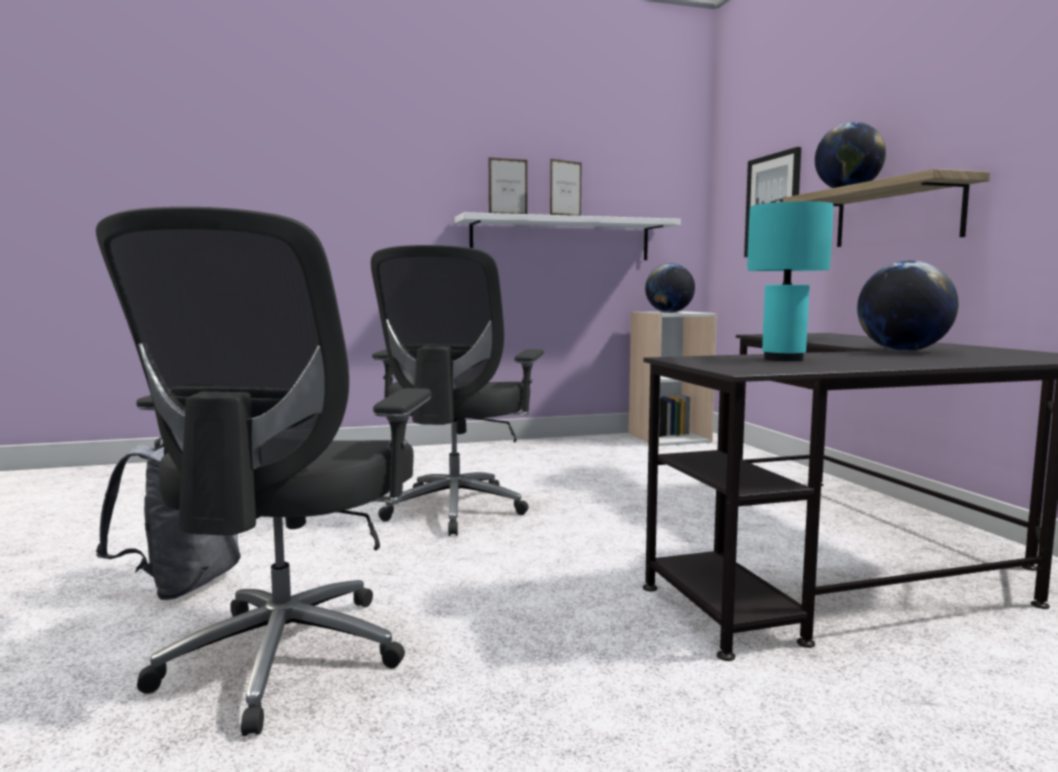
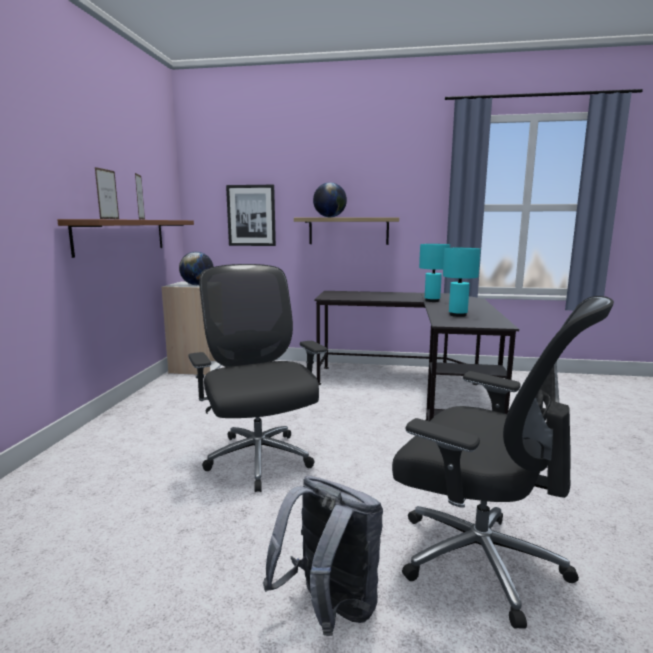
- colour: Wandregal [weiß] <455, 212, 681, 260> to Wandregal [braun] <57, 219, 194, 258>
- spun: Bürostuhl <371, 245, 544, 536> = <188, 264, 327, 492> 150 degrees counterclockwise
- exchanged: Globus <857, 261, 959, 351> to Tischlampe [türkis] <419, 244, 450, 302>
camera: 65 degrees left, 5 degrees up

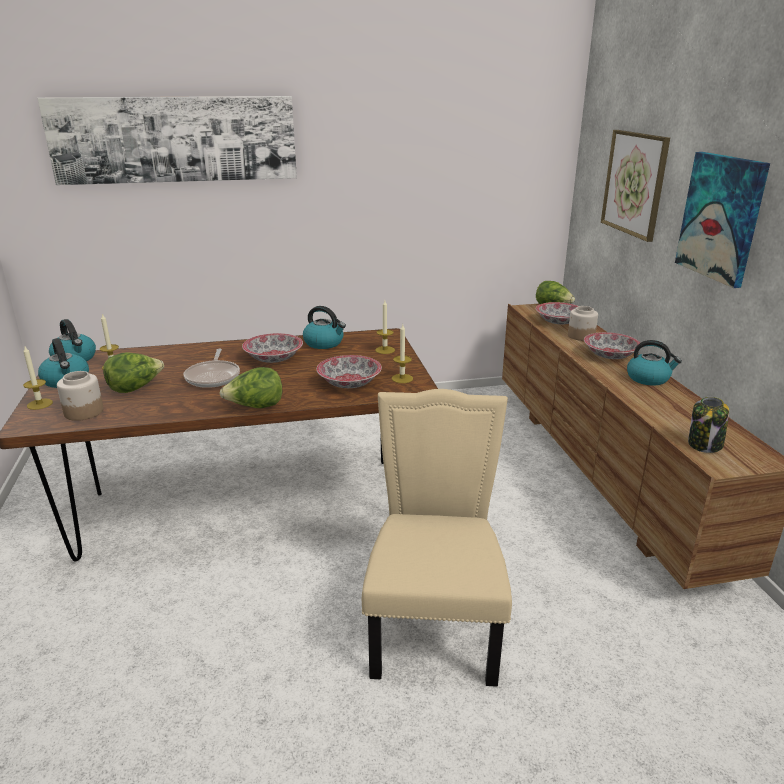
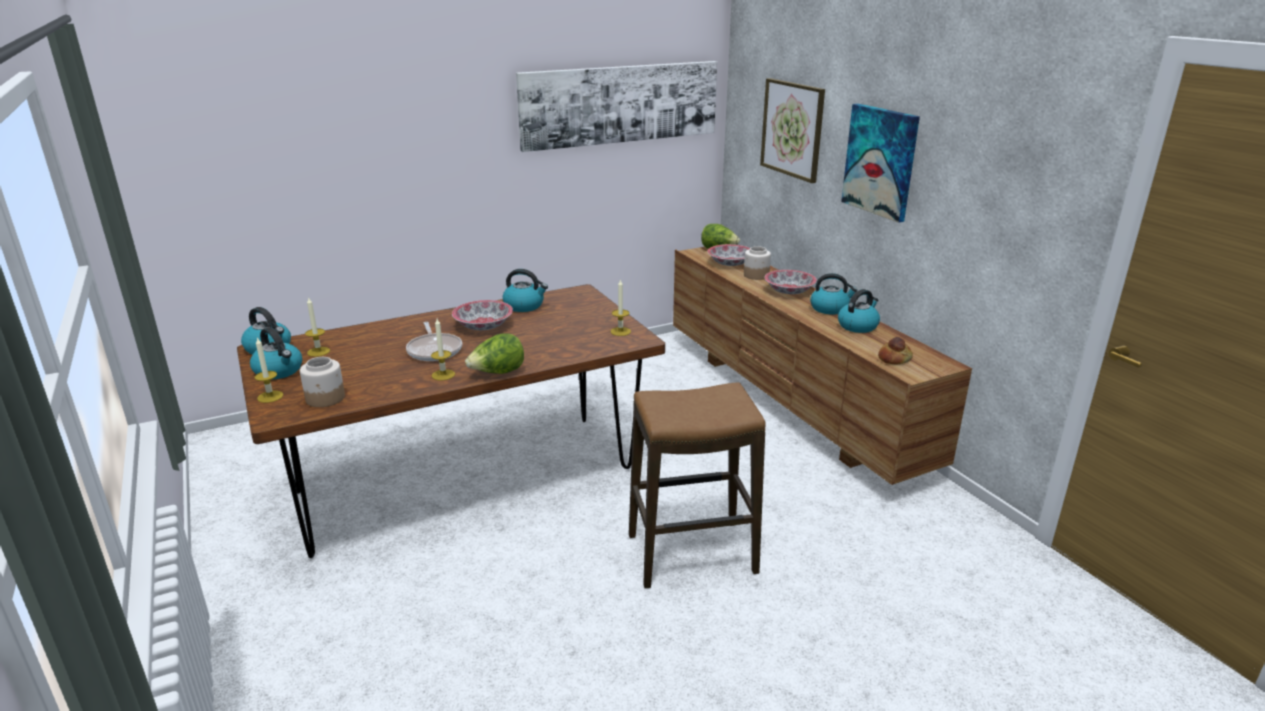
- relocated: Bild <37, 96, 297, 185> to <516, 61, 717, 152>
- relocated: Kerze <375, 300, 395, 354> to <431, 319, 455, 380>
- missing: Salatkopf <103, 352, 164, 393>
- missing: Schüssel <317, 355, 382, 388>
- exchanged: Stuhl [beige] <362, 389, 512, 687> to Hocker <629, 382, 766, 589>
- exchanged: Vorratsglas <688, 397, 729, 453> to Brot <878, 337, 913, 364>
- appeared: Wasserkessel <838, 289, 880, 333>
camera: 15 degrees left, 0 degrees up

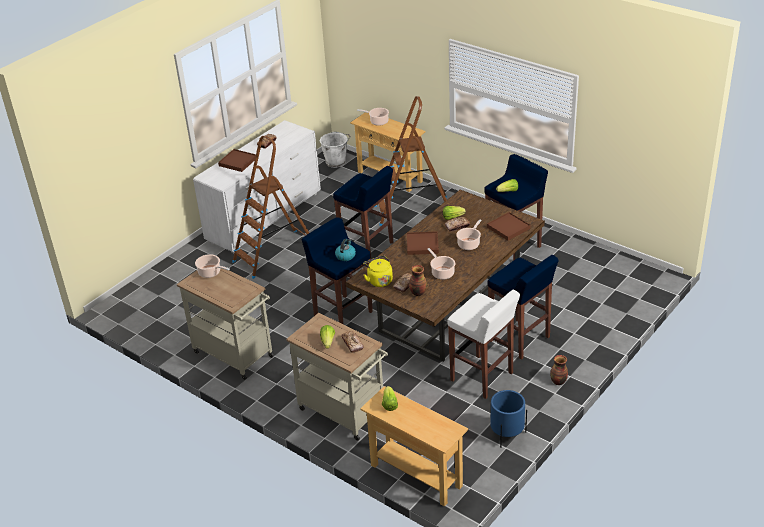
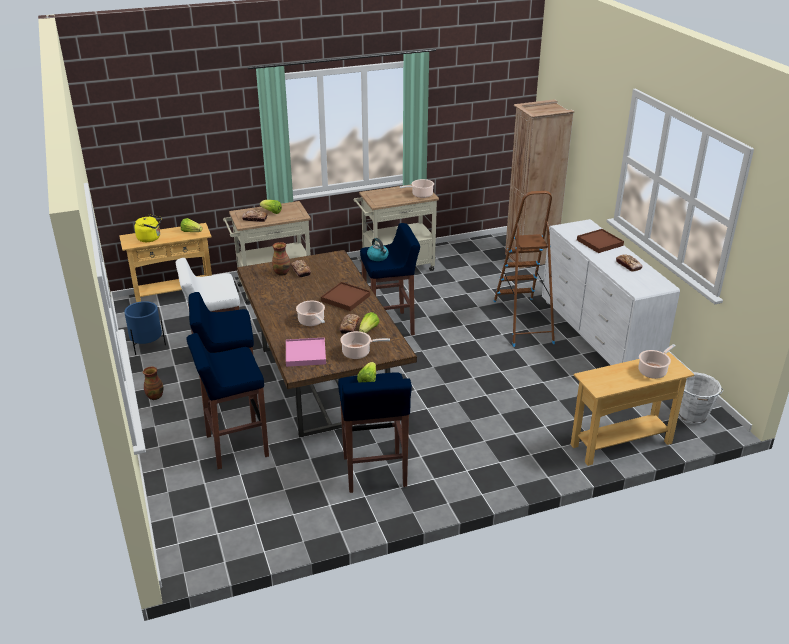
- missing: Trittleiter [braun] <375, 96, 447, 226>
- relocated: Hocker [blau] <333, 166, 393, 260> to <186, 333, 269, 469>
- colour: Tablett [braun] <487, 212, 530, 241> to Tablett [rosa] <286, 337, 326, 367>
- relocated: Kochtopf <427, 248, 456, 280> to <340, 331, 390, 359>
- relocated: Wasserkessel [gelb] <363, 255, 393, 287> to <134, 214, 162, 242>
- appeared: Schrank [braun] <505, 99, 575, 269>
camera: 120 degrees right, 5 degrees down

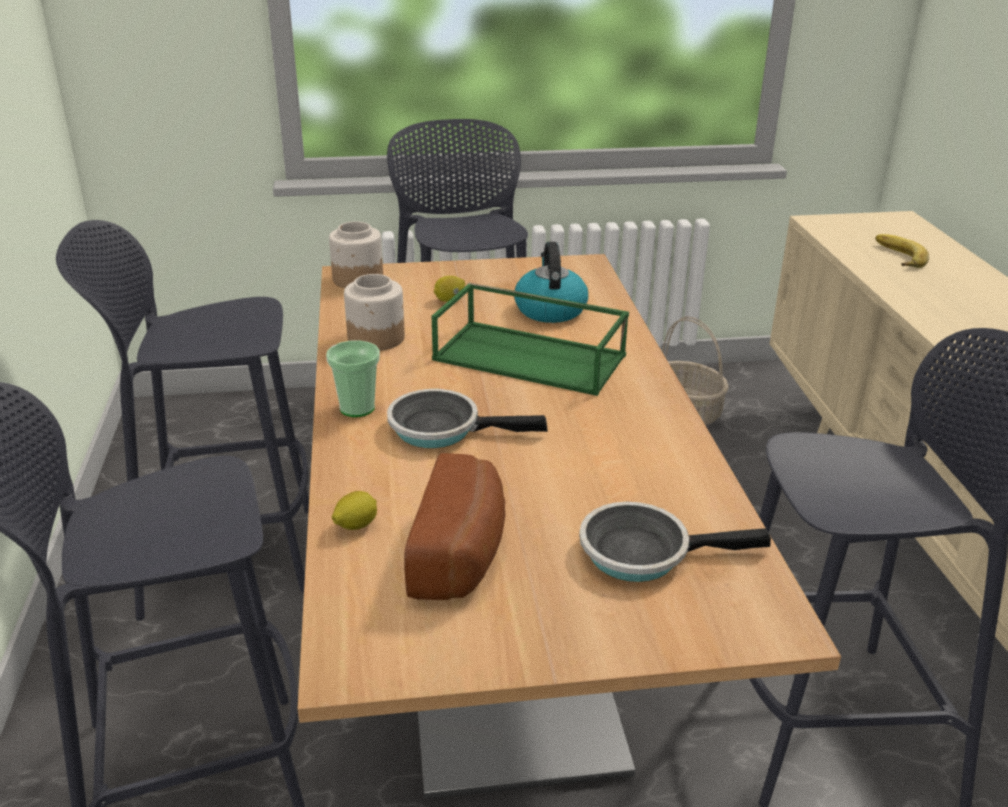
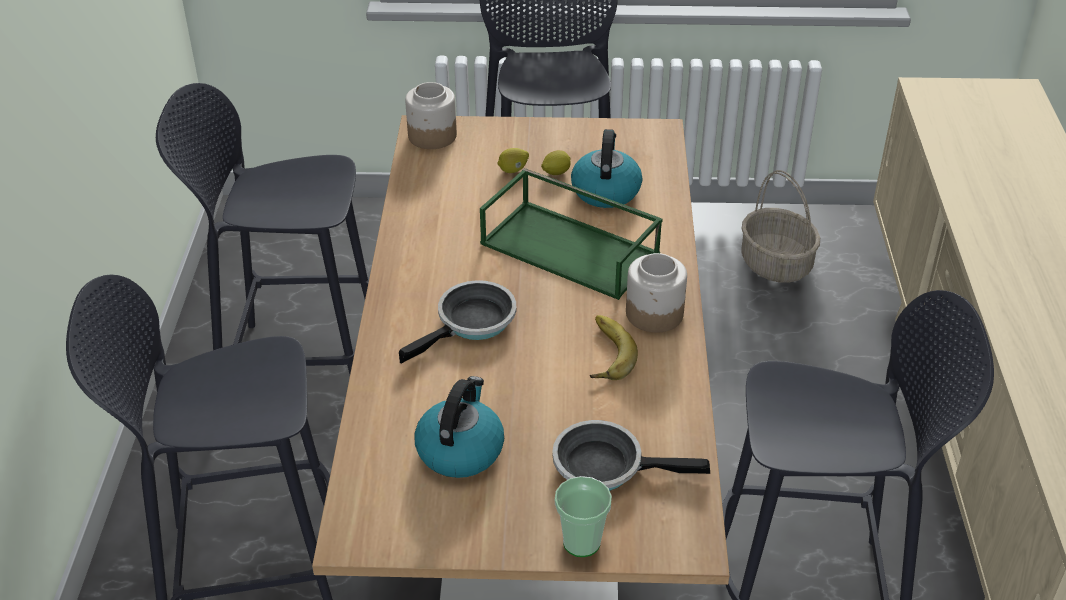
- relocated: Banane <875, 234, 929, 268> to <590, 315, 638, 380>
- relocated: Vorratsglas <344, 274, 405, 351> to <626, 253, 687, 333>
- relocated: Tasse <326, 340, 380, 417> to <555, 476, 612, 557>
- spun: Pfanne <387, 389, 548, 448> = <399, 280, 517, 364> 120 degrees clockwise
- exchanged: Brot <404, 453, 505, 600> to Wasserkessel <415, 376, 504, 478>
- relocated: Zitrone <332, 491, 377, 530> to <541, 150, 571, 175>
camera: 10 degrees right, 10 degrees up

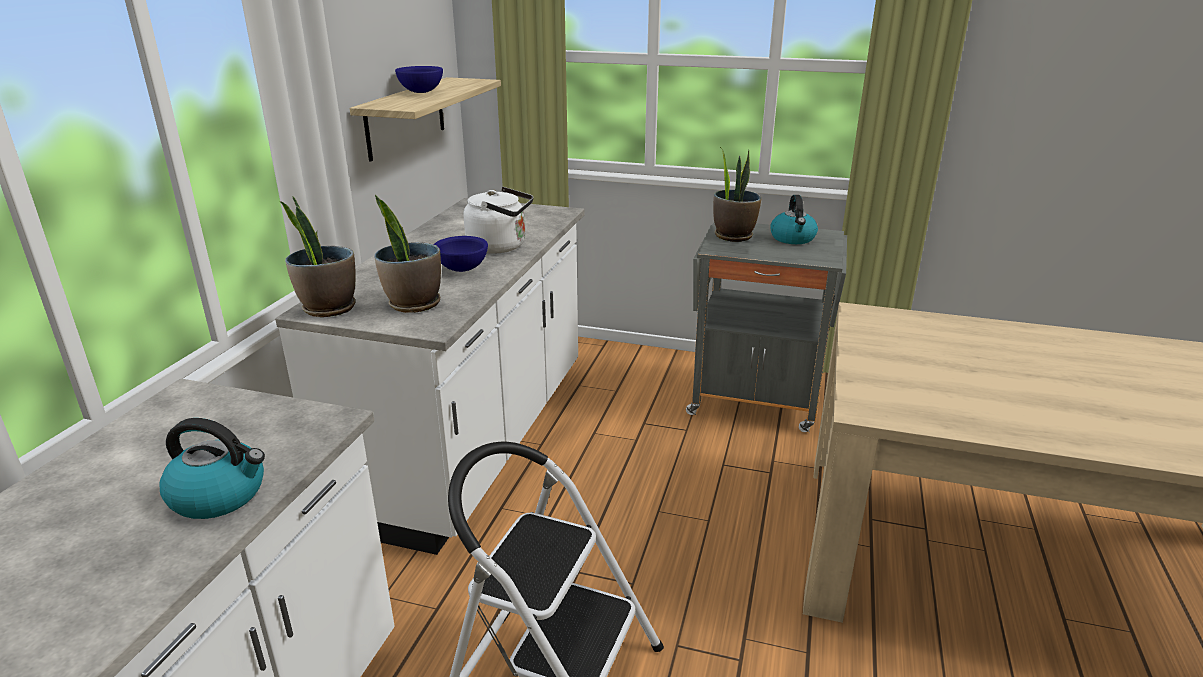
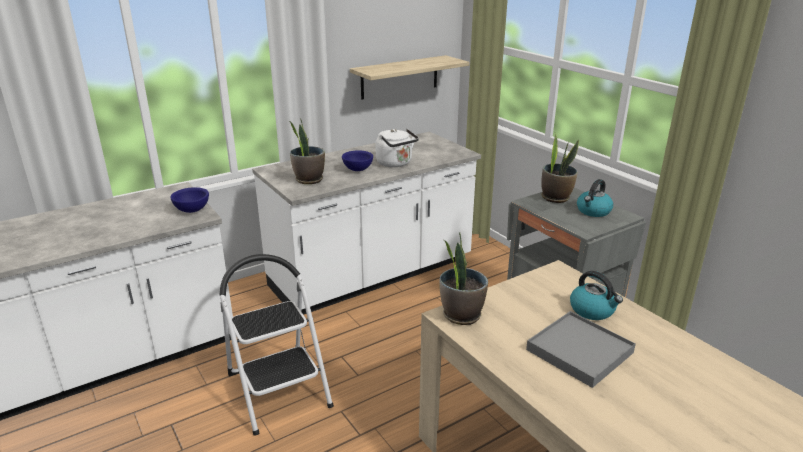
- relocated: Schüssel [blau] <395, 66, 443, 93> to <170, 187, 209, 213>
- relocated: Topfpflanze <280, 196, 356, 317> to <439, 232, 488, 325>
- relocated: Wasserkessel <160, 418, 265, 519> to <570, 271, 623, 320>
- appeared: Tablett [grau] <526, 311, 636, 388>
camera: 40 degrees right, 0 degrees up

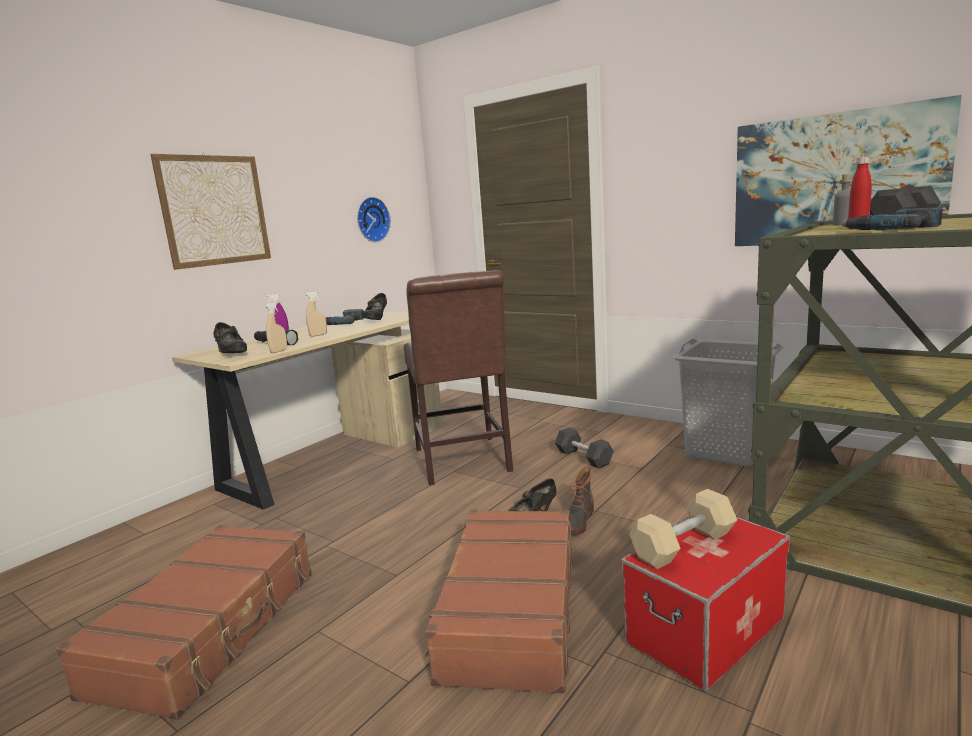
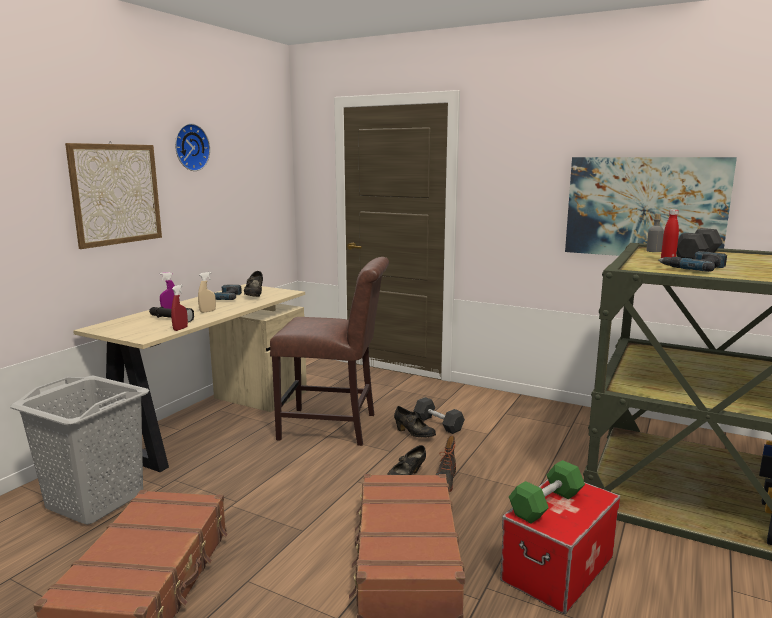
- relocated: Wanduhr <357, 197, 391, 242> to <175, 123, 210, 171>
- spun: Stuhl [braun] <404, 270, 513, 485> = <270, 257, 389, 446> 60 degrees counterclockwise
- colour: Sprühflasche [beige] <265, 302, 287, 353> to Sprühflasche [rot] <171, 285, 188, 331>
- relocated: Schuh [schwarz] <213, 322, 247, 353> to <394, 406, 436, 437>
- relocated: Wäschekorb [grau] <672, 338, 783, 467> to <10, 375, 149, 525>
- colour: Hantel [beige] <629, 489, 737, 569> to Hantel [grün] <509, 460, 585, 523>
camera: 10 degrees left, 0 degrees up

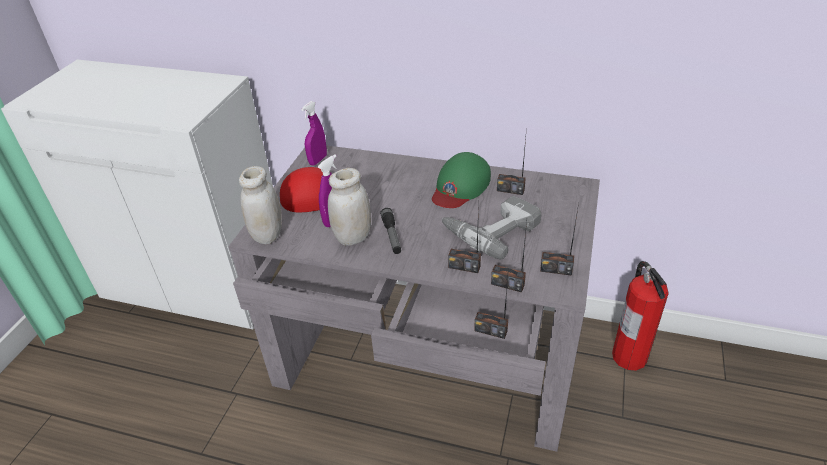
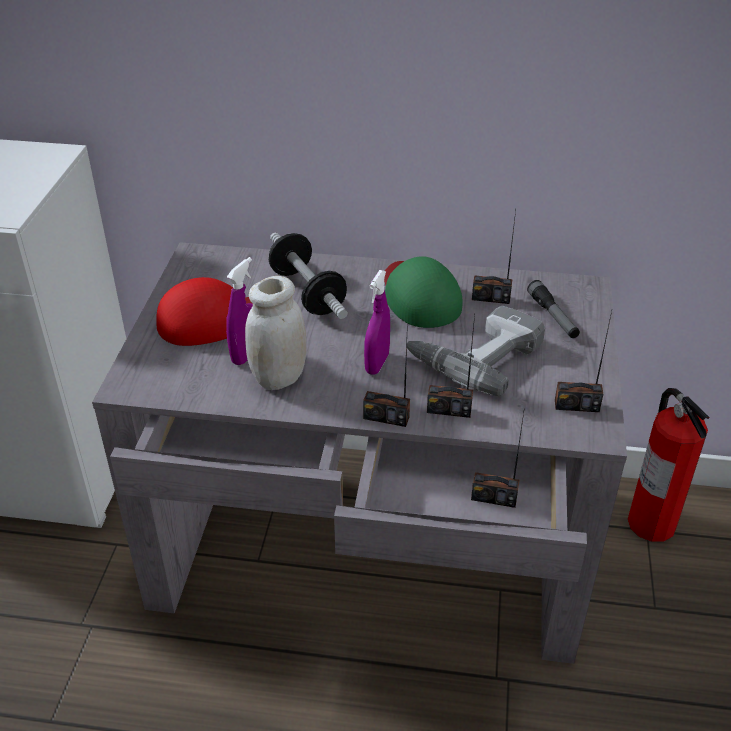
- relocated: Sprühflasche [lila] <301, 101, 327, 165> to <364, 270, 390, 375>
- spun: Kappe [grün] <432, 152, 491, 208> = <384, 257, 462, 328> 135 degrees clockwise
- missing: Vorratsglas [weiß] <239, 166, 282, 244>
- relocated: Taschenlampe <380, 208, 401, 254> to <527, 280, 580, 338>
- relocated: Radio <491, 222, 527, 292> to <363, 322, 410, 427>
- appeared: Hantel <269, 232, 348, 319>
camera: 10 degrees left, 0 degrees up

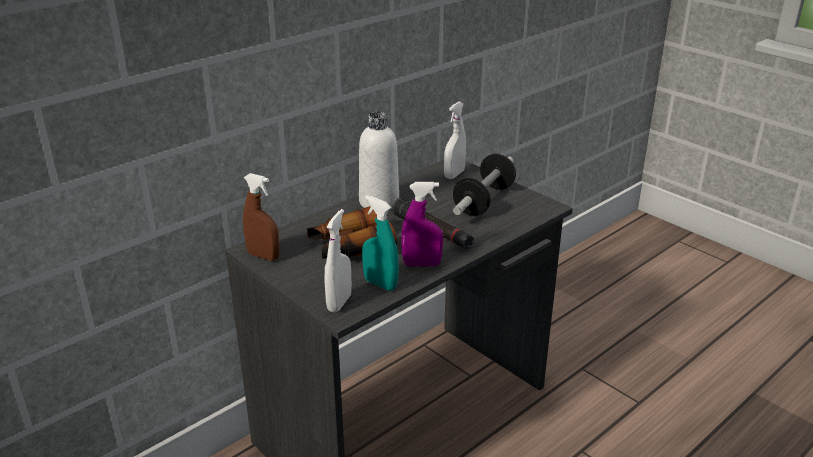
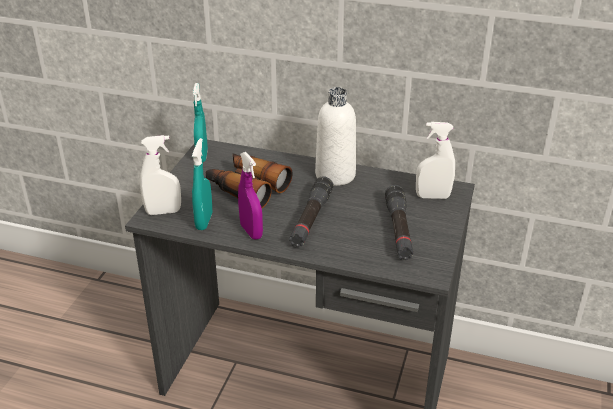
- exchanged: Hantel <453, 154, 516, 216> to Taschenlampe [schwarz] <385, 185, 413, 260>
- colour: Sprühflasche [braun] <243, 173, 280, 261> to Sprühflasche [türkis] <193, 83, 208, 162>
camera: 60 degrees right, 5 degrees up

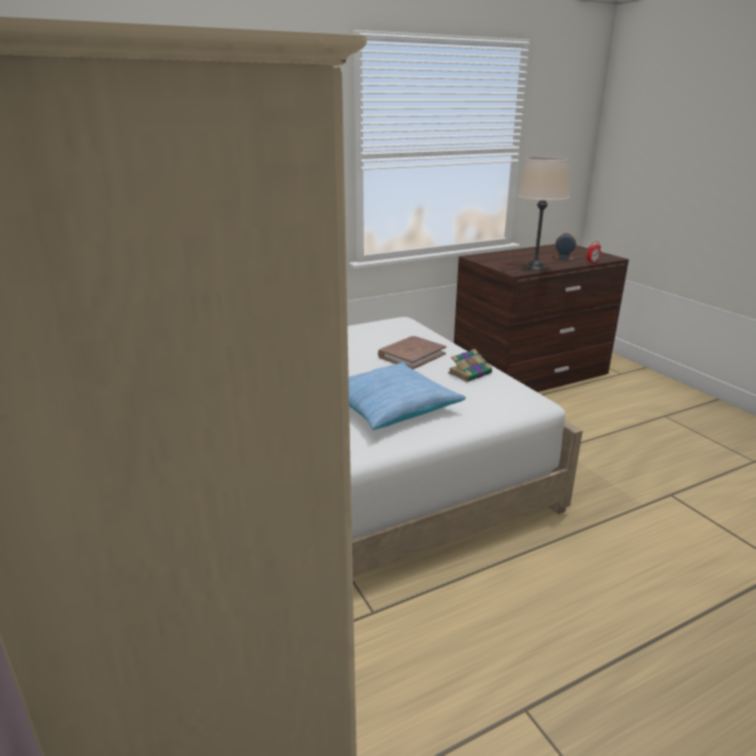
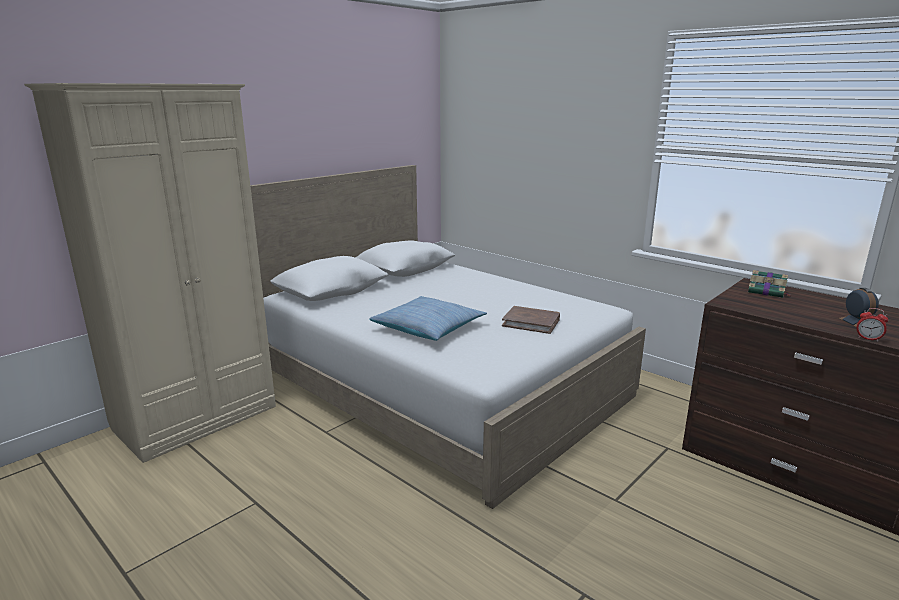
- missing: Tischlampe [beige] <517, 157, 570, 270>
- relocated: Buch <448, 349, 492, 382> to <748, 270, 790, 298>
camera: 70 degrees right, 5 degrees down

